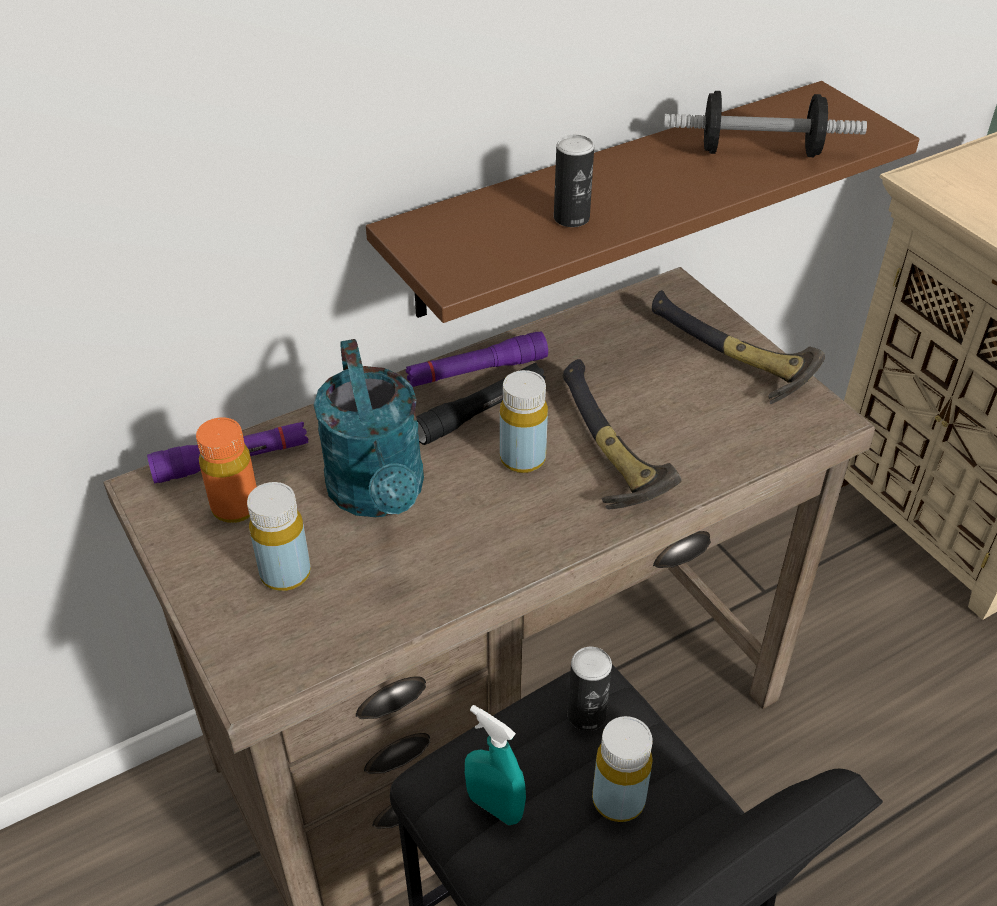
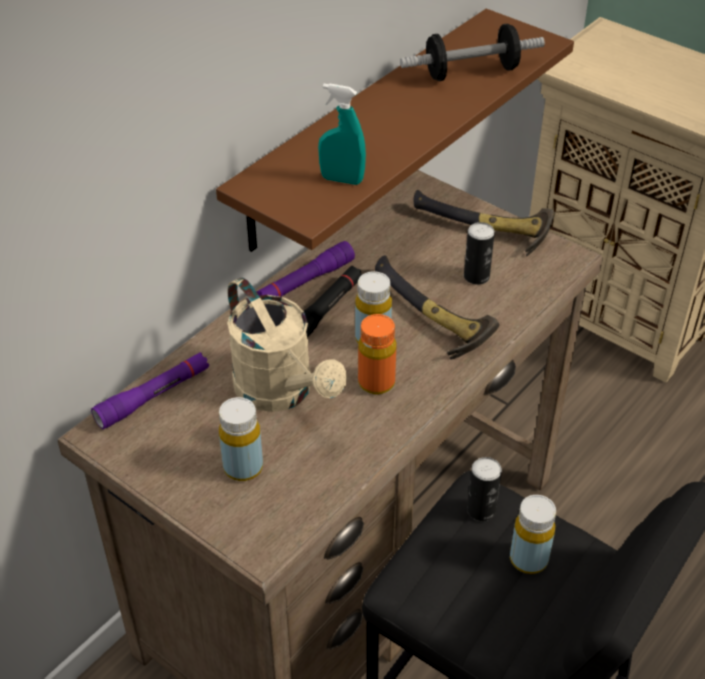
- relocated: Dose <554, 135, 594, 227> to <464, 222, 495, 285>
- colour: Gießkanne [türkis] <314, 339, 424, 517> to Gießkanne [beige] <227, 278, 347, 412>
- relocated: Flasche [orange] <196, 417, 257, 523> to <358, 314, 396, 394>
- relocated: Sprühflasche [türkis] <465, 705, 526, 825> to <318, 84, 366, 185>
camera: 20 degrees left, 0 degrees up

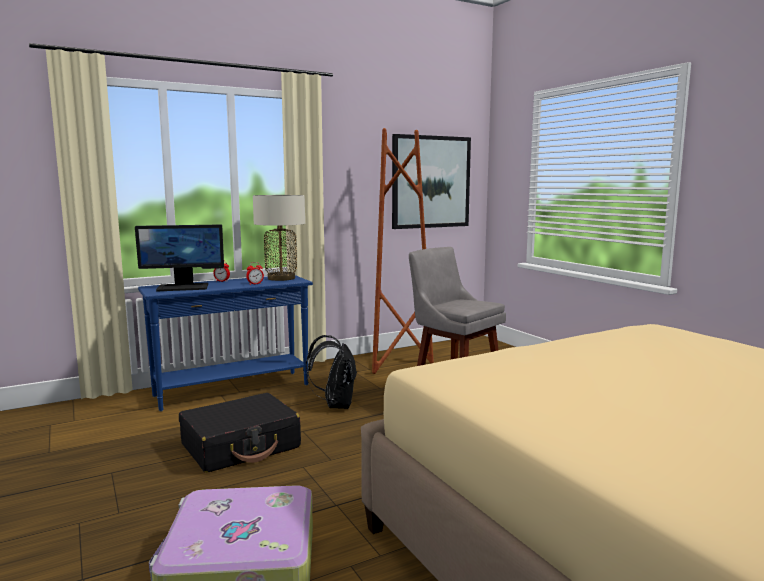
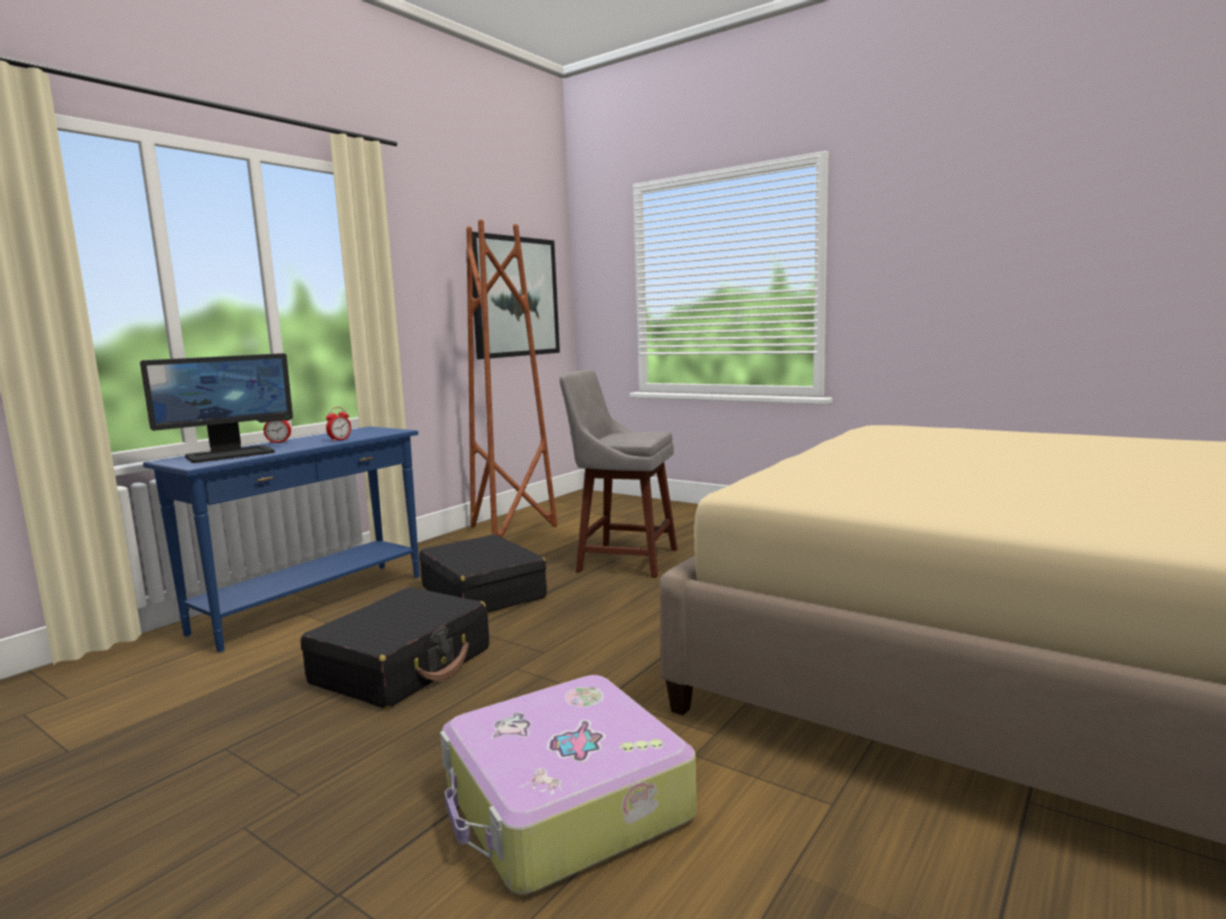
- missing: Tischlampe <253, 195, 305, 281>
- exchanged: Rucksack [schwarz] <306, 335, 357, 409> to Koffer [schwarz] <419, 534, 547, 613>
camera: 25 degrees left, 0 degrees up

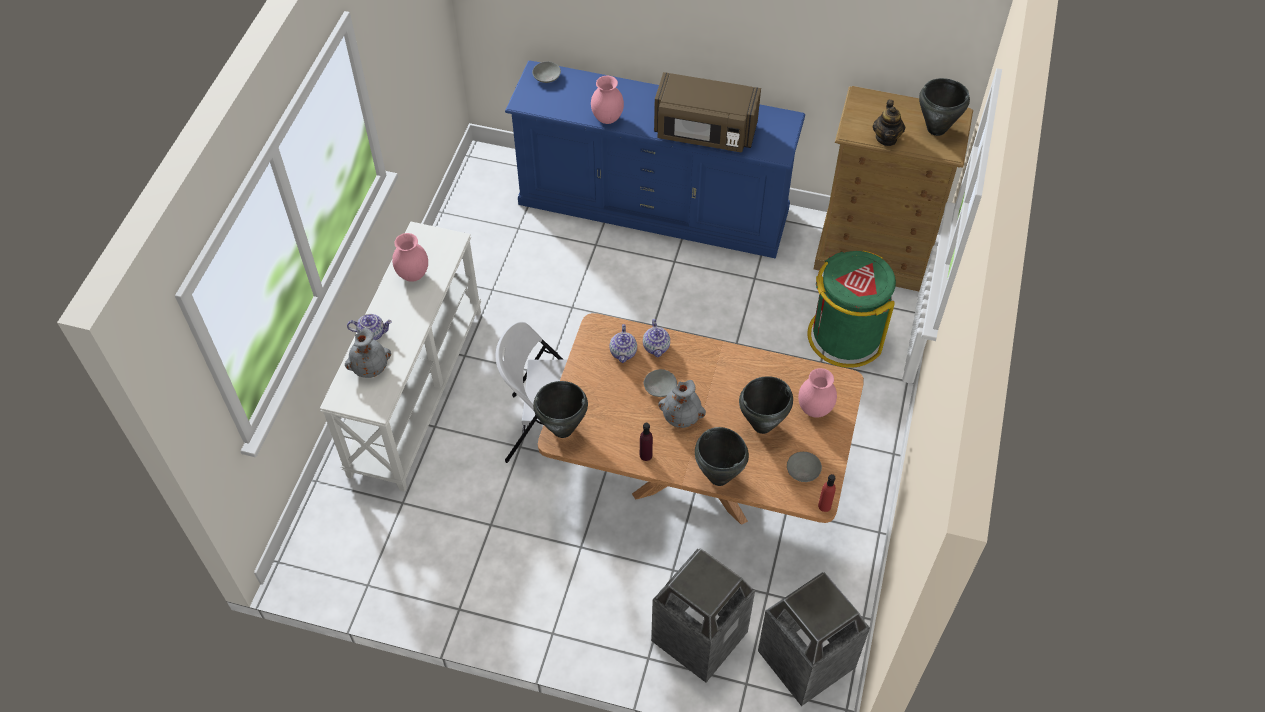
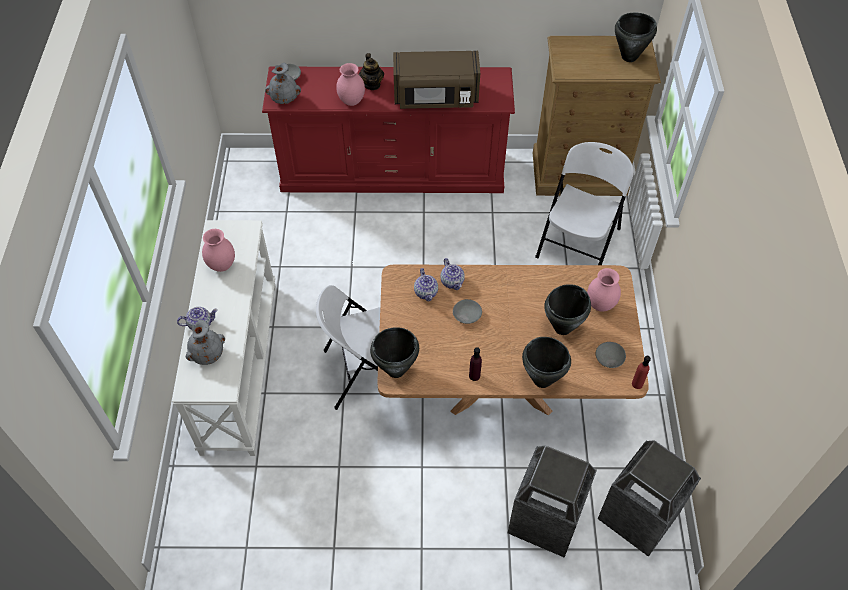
- colour: Schrank [blau] <505, 60, 805, 258> to Schrank [rot] <262, 67, 515, 193>
- relocated: Teekanne <873, 100, 906, 146> to <359, 53, 384, 90>
- exchanged: Mülleimer [grün] <808, 251, 896, 368> to Stuhl [weiß] <535, 142, 634, 265>
- relocated: Vase [grau] <658, 380, 706, 428> to <265, 63, 301, 104>
camera: 15 degrees left, 0 degrees up

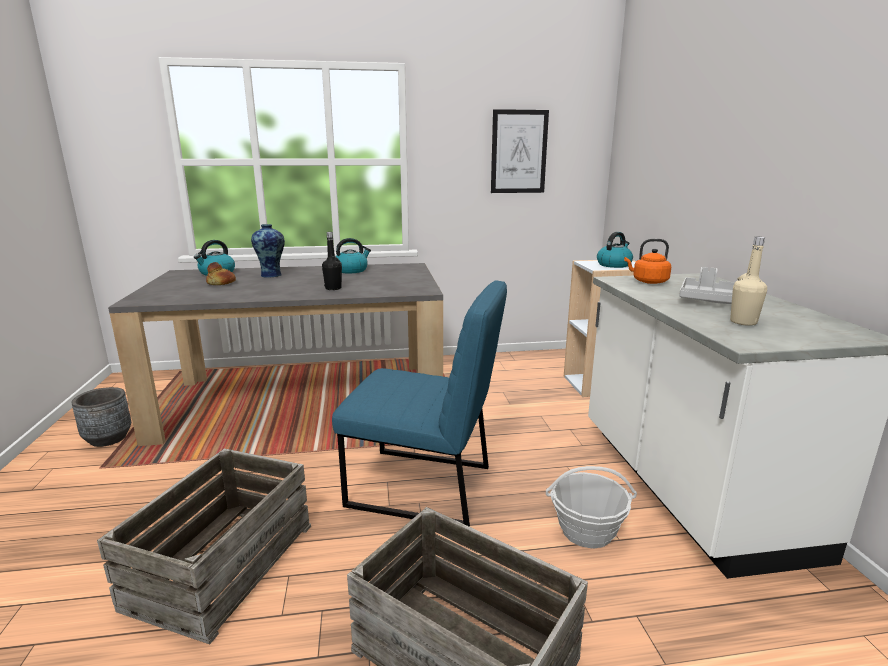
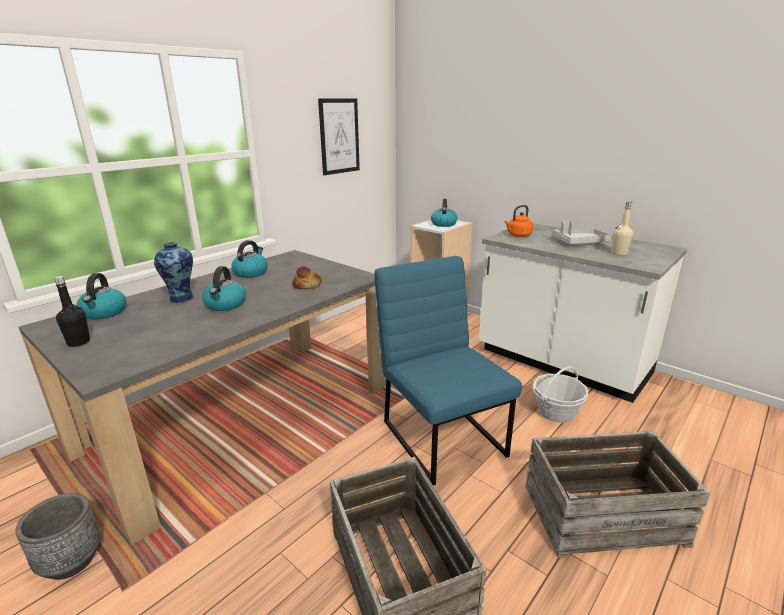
- relocated: Flasche [schwarz] <322, 232, 342, 290> to <54, 276, 90, 347>
- relocated: Brot <206, 262, 236, 285> to <293, 266, 322, 289>
- spun: Stuhl [blau] <332, 281, 507, 527> = <375, 256, 522, 485> 90 degrees counterclockwise
- appeared: Wasserkessel <202, 266, 246, 311>
camera: 40 degrees left, 5 degrees up

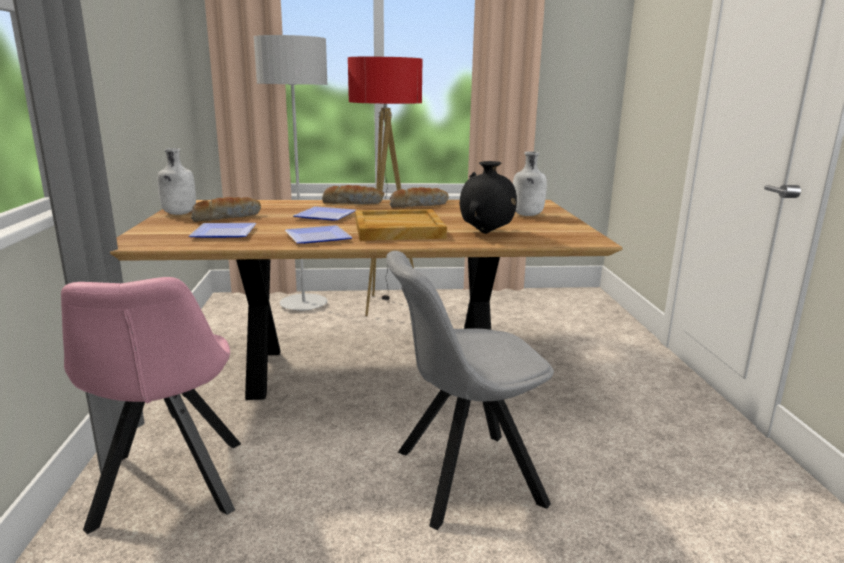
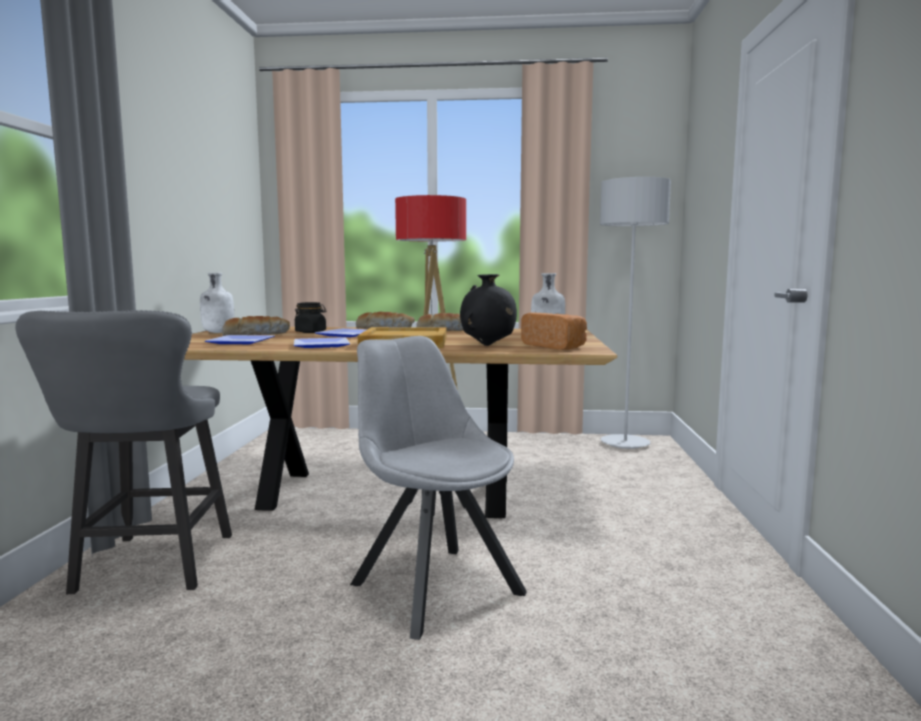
- relocated: Stehlampe [grau] <254, 35, 327, 311> to <600, 177, 671, 449>
- spun: Stuhl [grau] <386, 251, 554, 530> = <350, 336, 527, 640> 60 degrees clockwise
- exchanged: Stuhl [rosa] <61, 277, 241, 534> to Hocker [grau] <15, 310, 232, 594>
- appeared: Vorratsglas [schwarz] <295, 302, 326, 333>
- appeared: Brot <521, 312, 587, 350>
camera: 10 degrees right, 10 degrees down

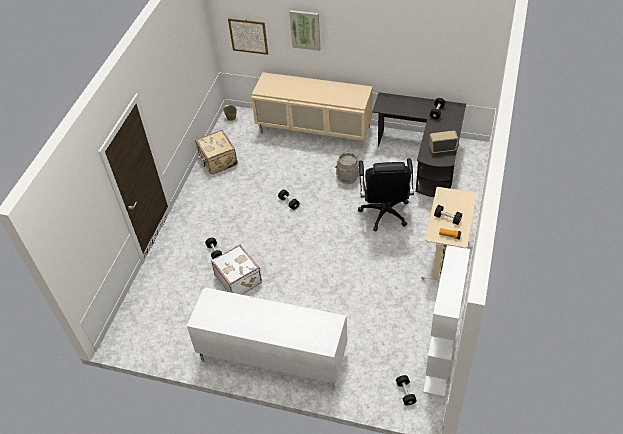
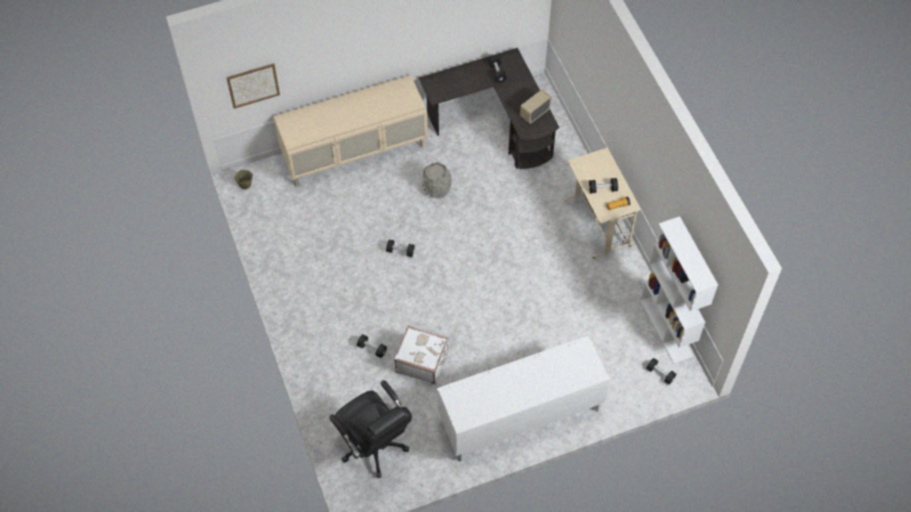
- missing: Bild <289, 10, 321, 51>
- missing: Koffer [beige] <195, 130, 238, 175>
- relocated: Bürostuhl [schwarz] <358, 158, 414, 231> to <329, 380, 412, 478>
camera: 40 degrees left, 10 degrees up

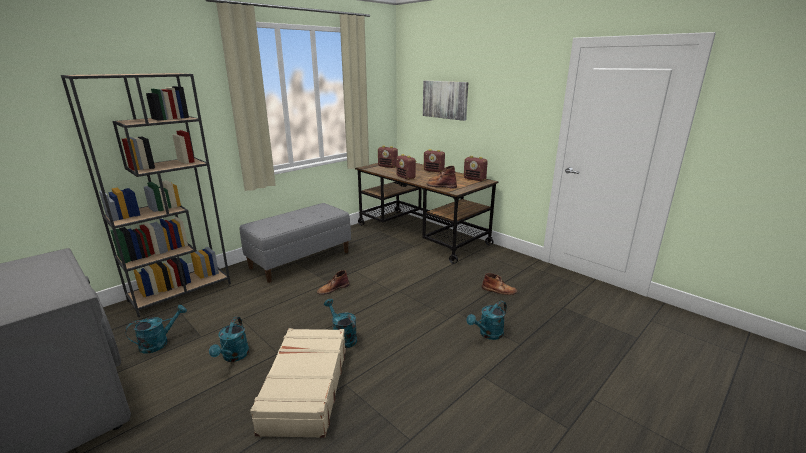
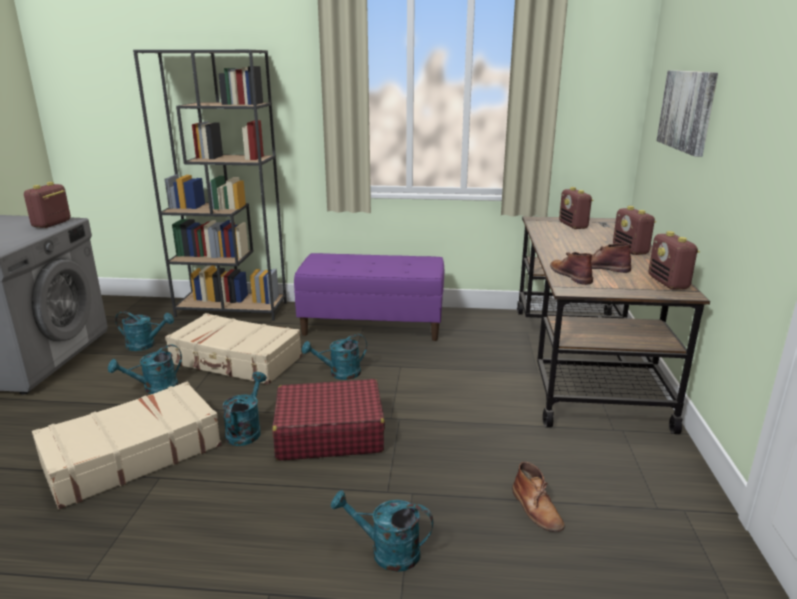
- relocated: Radio <396, 154, 417, 180> to <24, 182, 71, 228>
- colour: Bank [grau] <240, 203, 351, 283> to Bank [lila] <294, 253, 444, 341>
- exchanged: Stiefel [braun] <317, 270, 349, 295> to Gießkanne [türkis] <302, 334, 367, 380>
- appeared: Koffer [beige] <165, 313, 302, 385>
- appeared: Koffer [rot] <272, 379, 385, 460>
camera: 50 degrees right, 0 degrees up

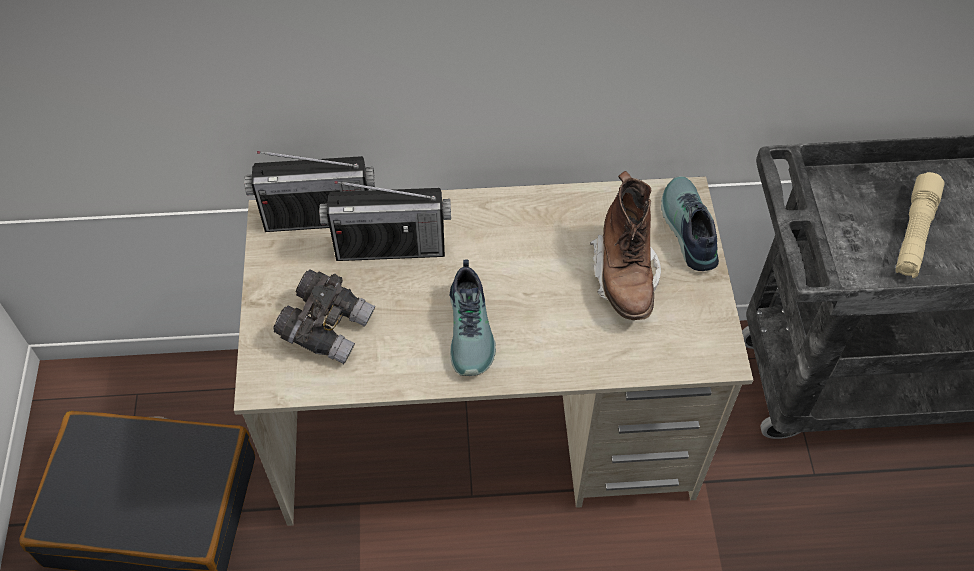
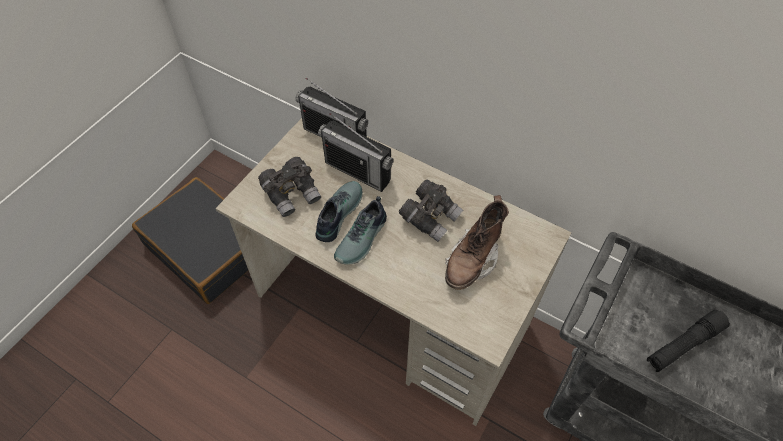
- colour: Taschenlampe [beige] <895, 172, 945, 278> to Taschenlampe [schwarz] <647, 309, 730, 372>
- relocated: Schuh <661, 176, 719, 271> to <315, 181, 363, 242>
- appeared: Fernglas [grau] <399, 179, 463, 242>
camera: 35 degrees right, 0 degrees up

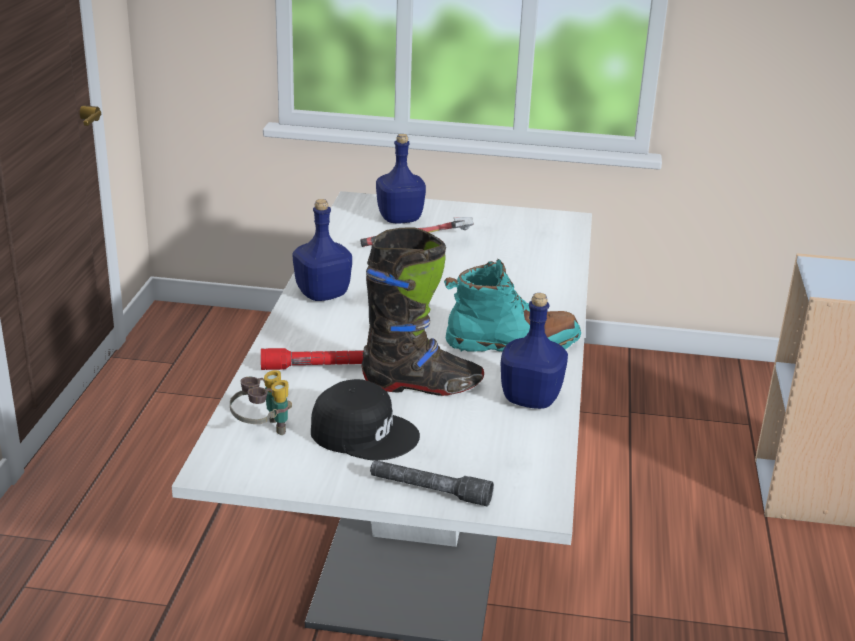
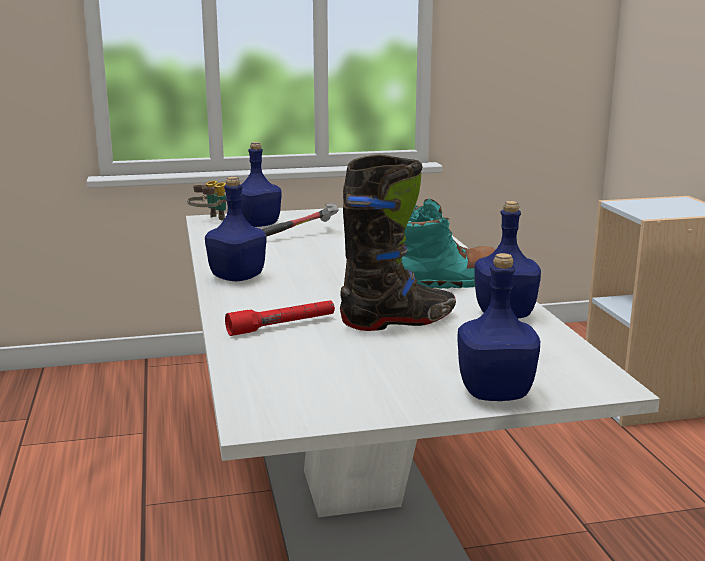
- relocated: Fernglas <230, 370, 292, 435> to <187, 181, 226, 221>
- missing: Kappe [schwarz] <311, 379, 420, 461>
- exchanged: Taschenlampe [grau] <370, 460, 494, 507> to Flasche [blau] <457, 253, 540, 401>
camera: 20 degrees left, 10 degrees down

